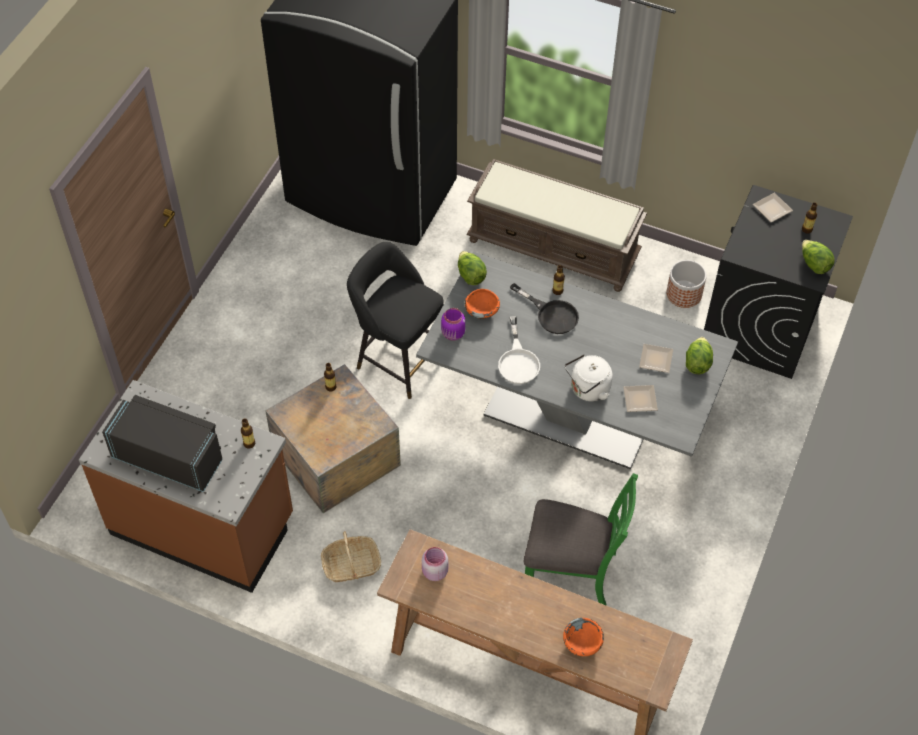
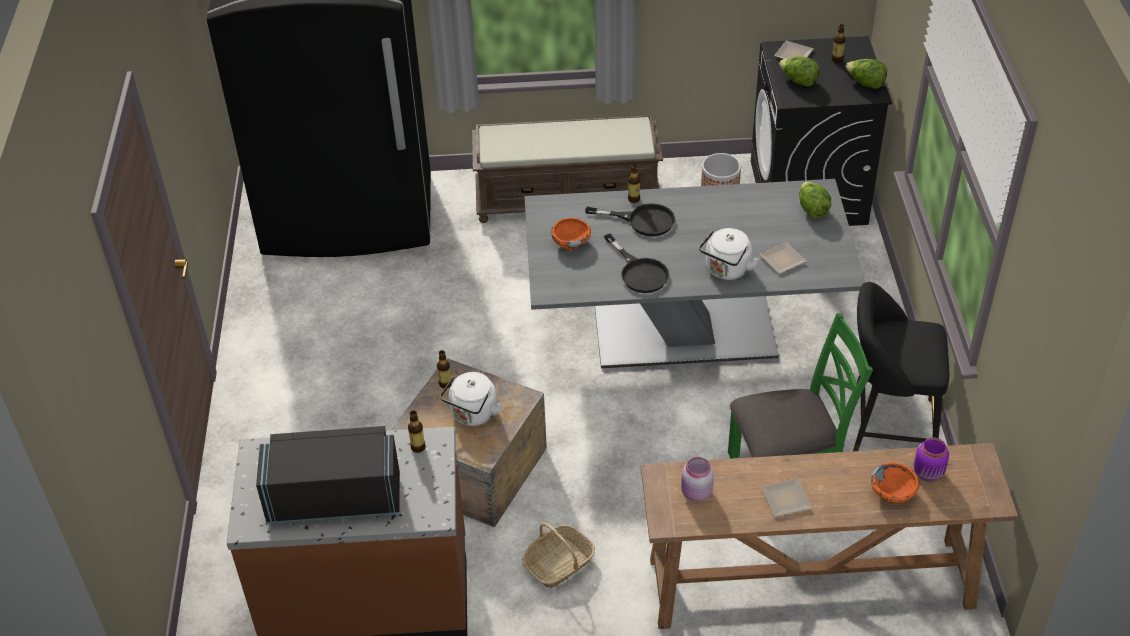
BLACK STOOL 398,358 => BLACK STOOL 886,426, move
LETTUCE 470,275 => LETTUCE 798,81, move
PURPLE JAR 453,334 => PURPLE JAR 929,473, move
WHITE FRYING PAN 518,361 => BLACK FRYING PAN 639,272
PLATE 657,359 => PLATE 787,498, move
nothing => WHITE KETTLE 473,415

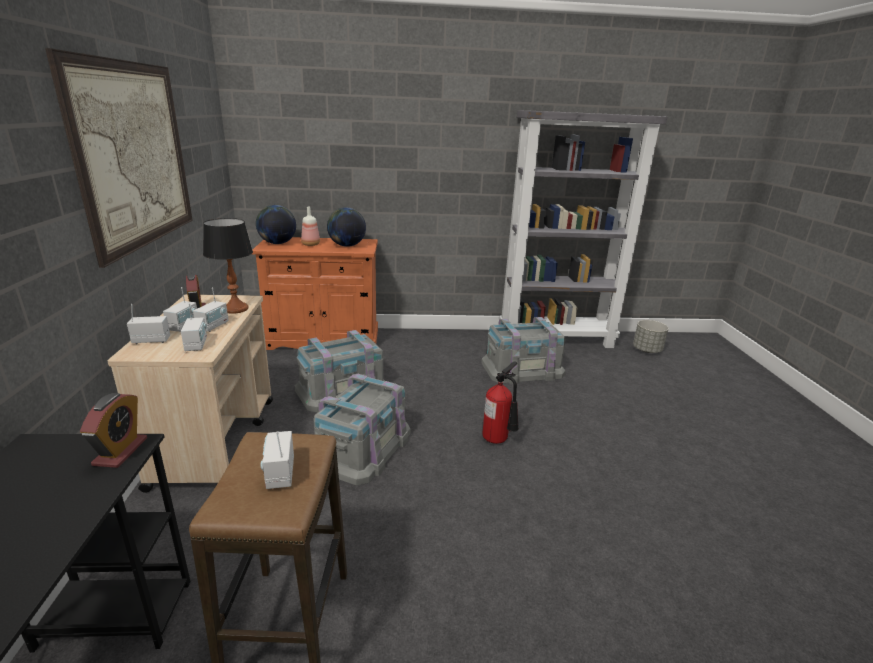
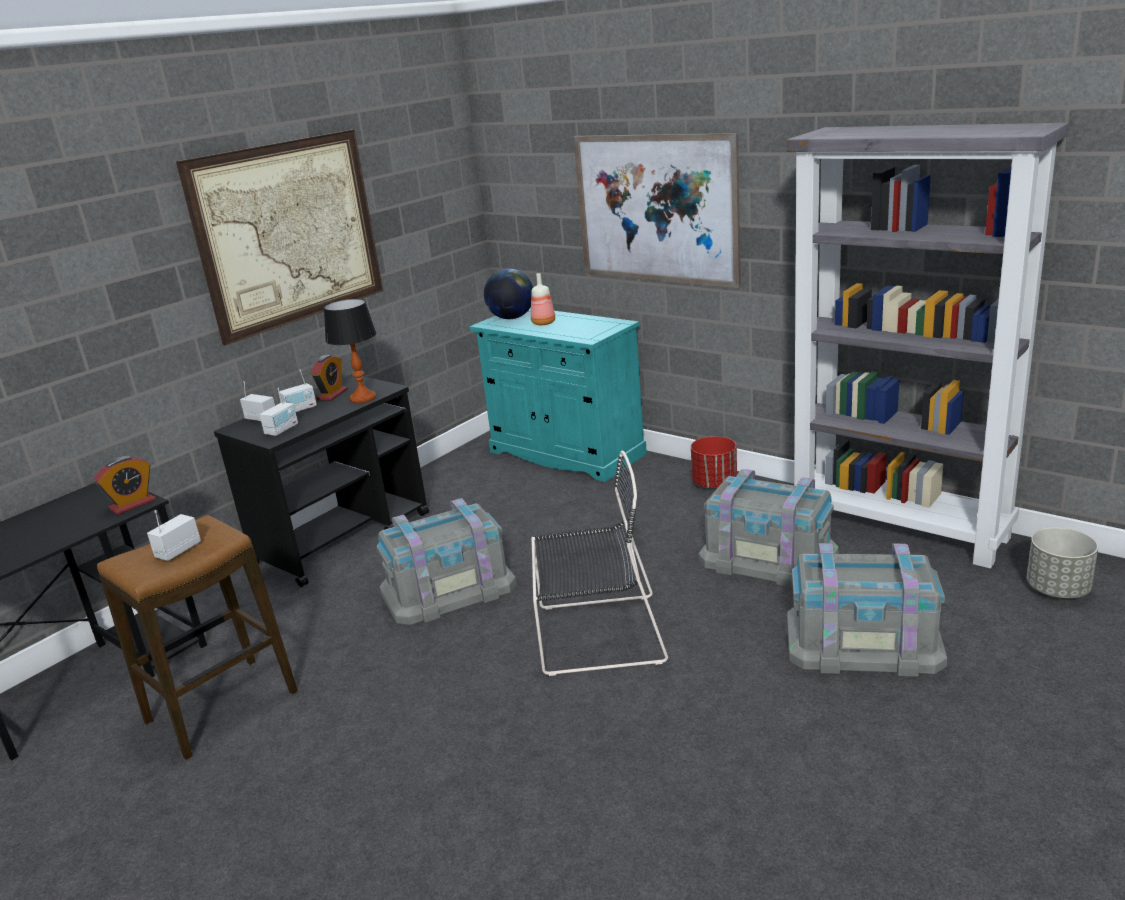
GLOBE 347,245 => nothing
ORANGE CABINET 323,339 => TURQUOISE CABINET 566,453
RADIO 213,326 => nothing
BEIGE CART 216,440 => BLACK CART 343,538
GREY STORAGE BOX 342,390 => GREY STORAGE BOX 862,642, move
FIRE EXTINGUISHER 498,440 => BLACK CHAIR 595,634
nothing => PICTURE 655,209
nothing => RED PLANTER 715,484

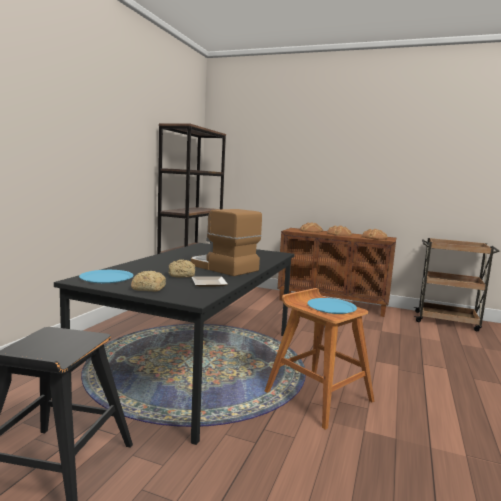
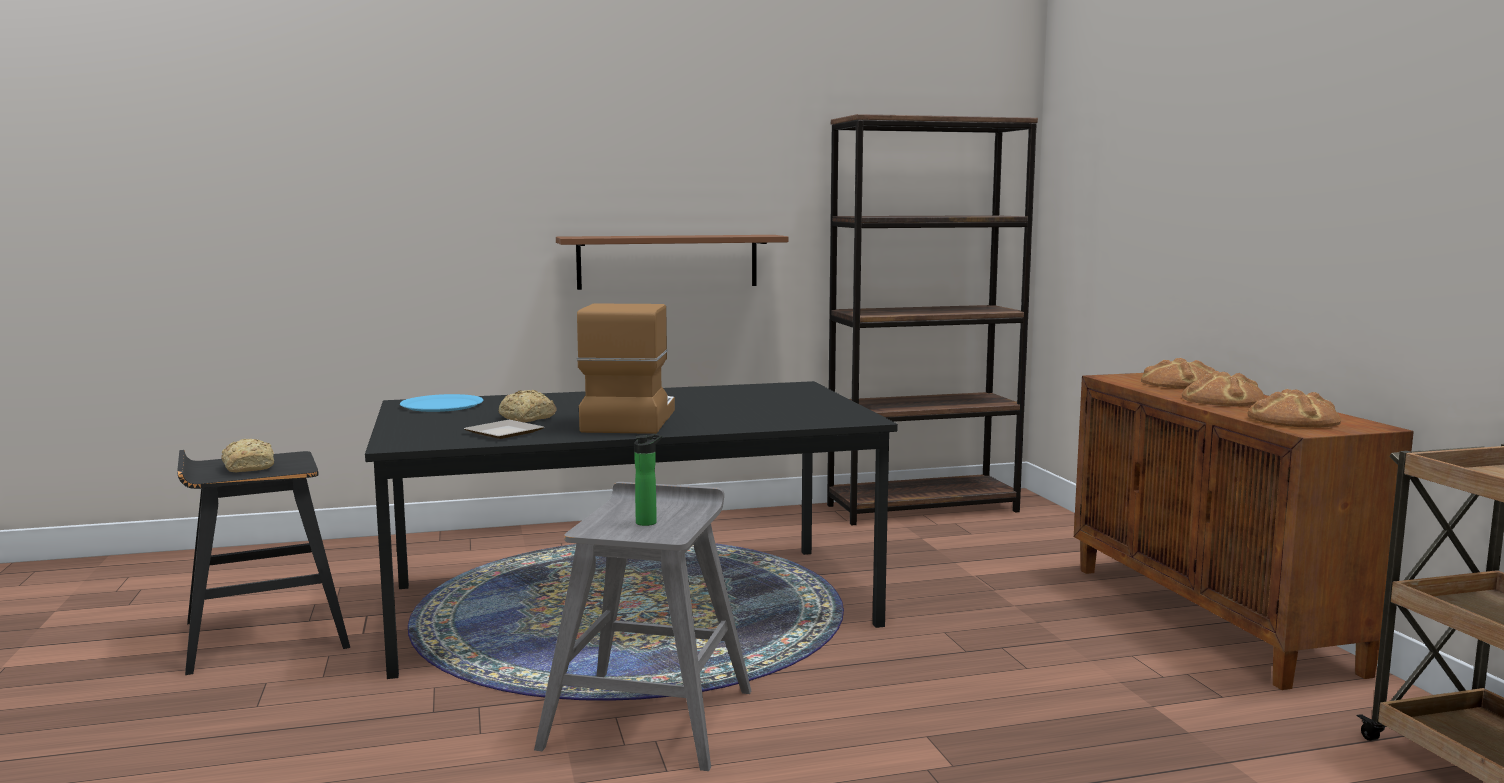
BREAD 148,288 => BREAD 249,467, move
BROWN STOOL 317,396 => GREY STOOL 650,717
BLUE PLATE 331,307 => BOTTLE 648,522
nothing => BROWN SHELF 668,261

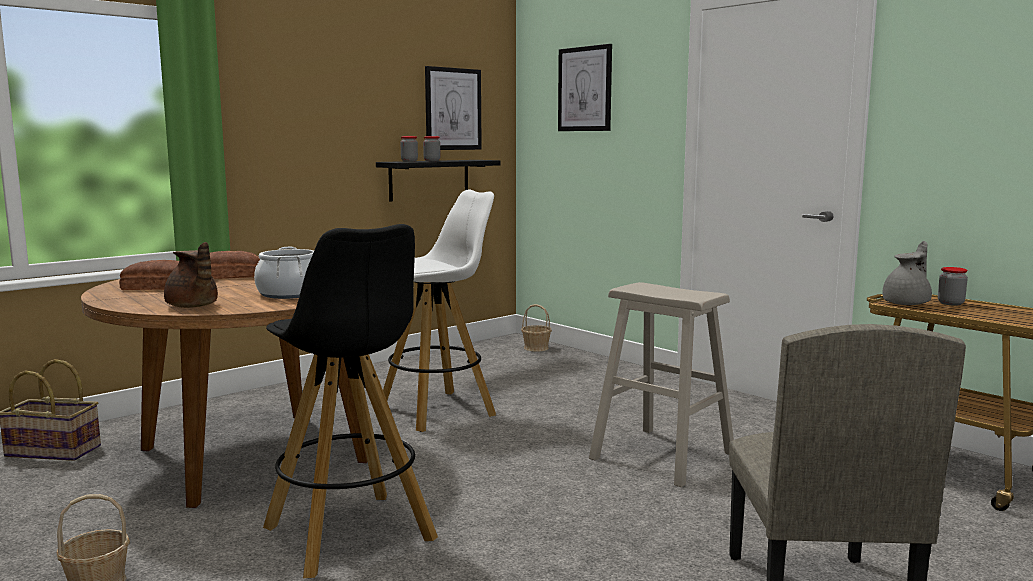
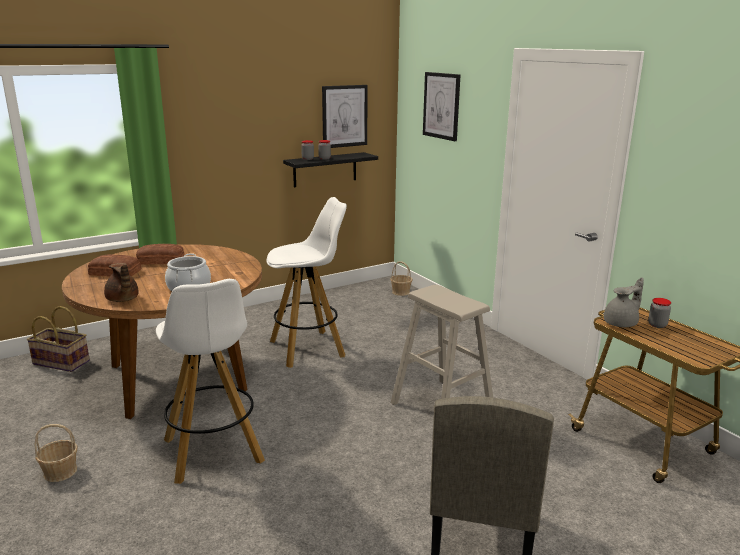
BLACK STOOL 351,535 => WHITE STOOL 214,452

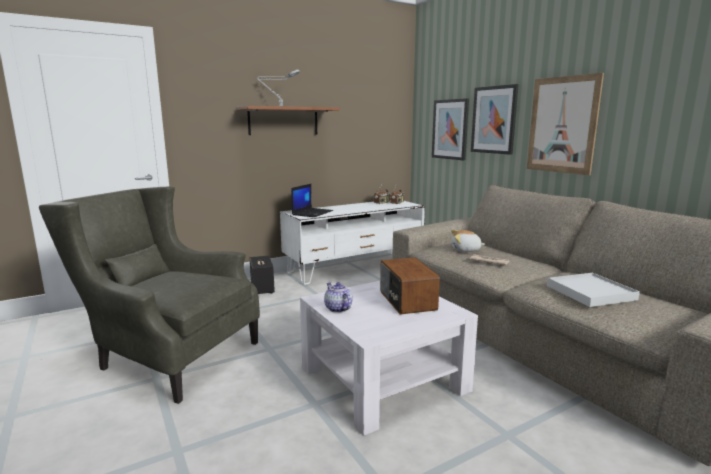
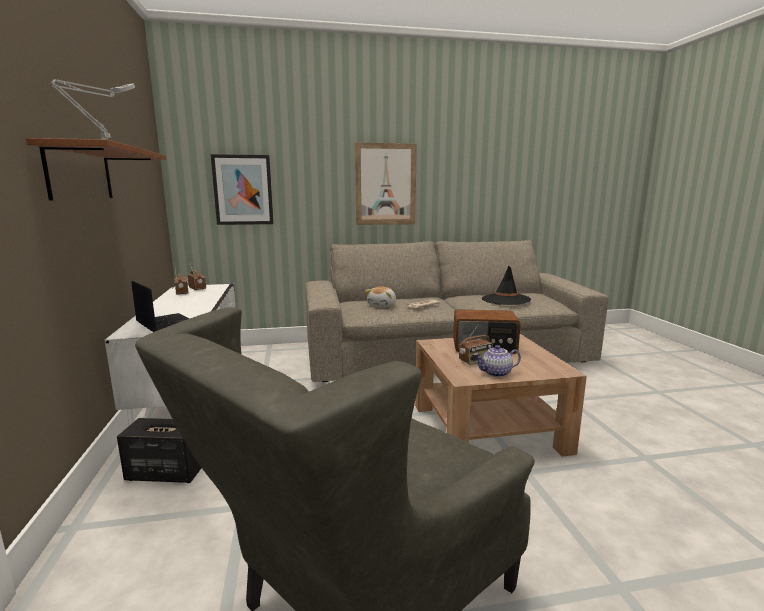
PICTURE 494,120 => nothing
WHITE TRAY 590,292 => BLACK HAT 505,299
WHITE COFFEE TABLE 383,378 => BROWN COFFEE TABLE 487,427
nothing => RADIO 475,361

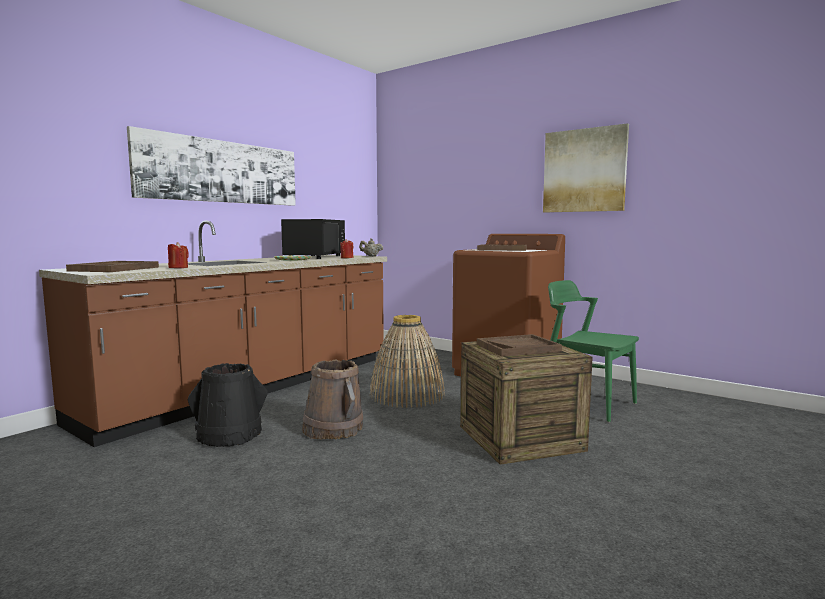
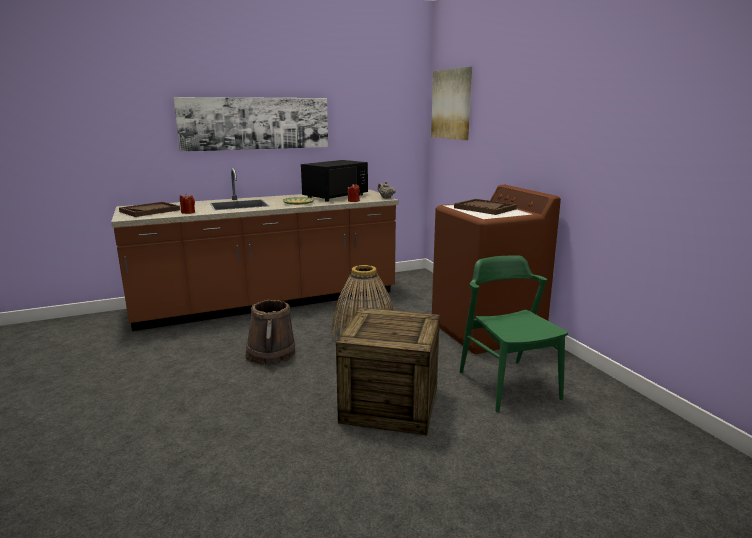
PICTURE 584,170 => PICTURE 451,104, move
BROWN TRAY 518,347 => nothing
BLACK BUCKET 230,435 => nothing

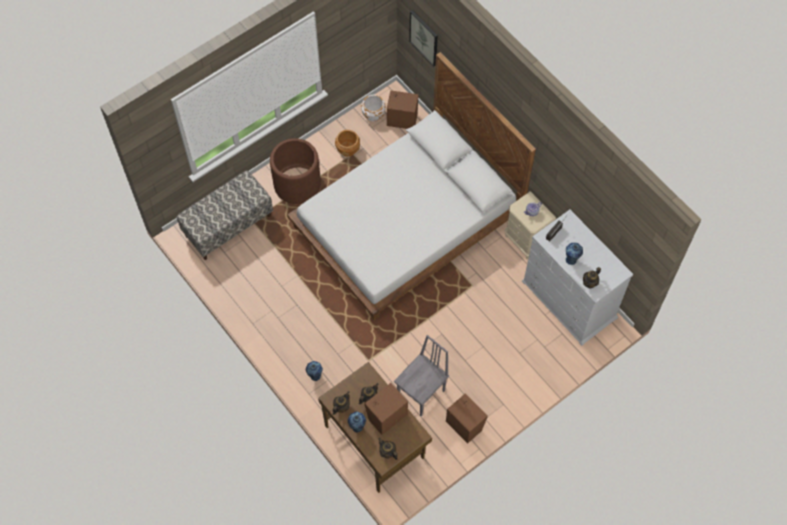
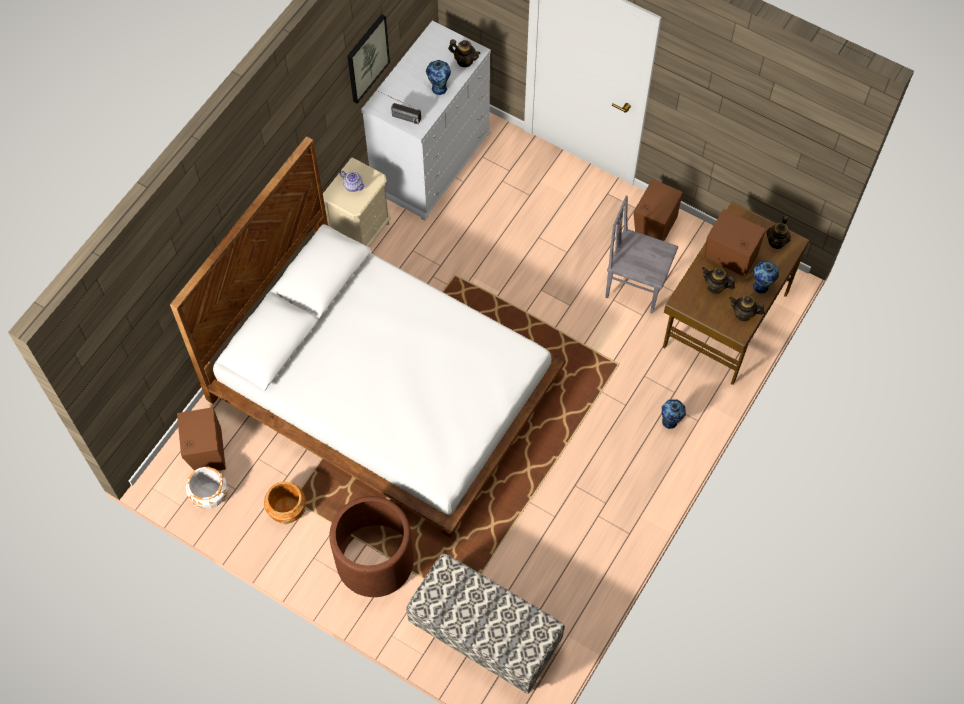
PICTURE 424,37 => PICTURE 367,58, move

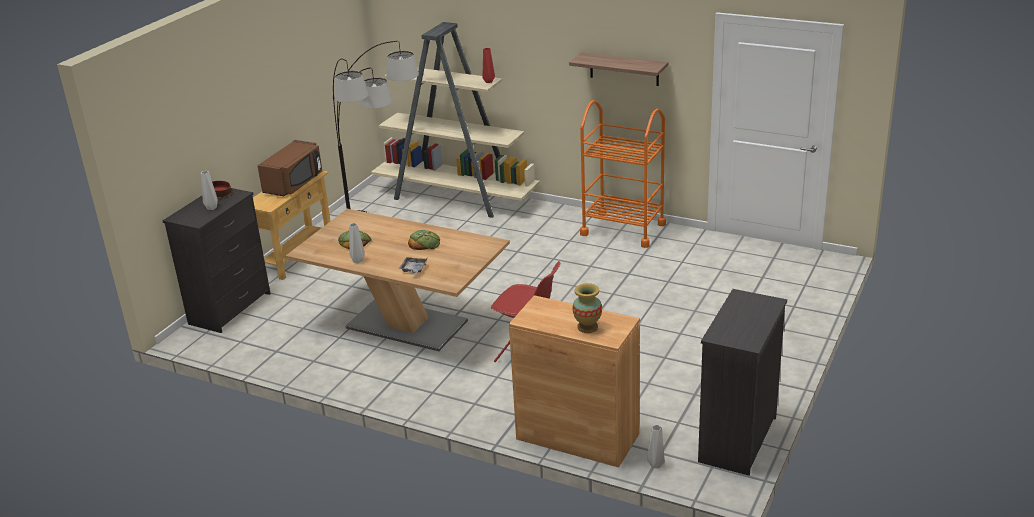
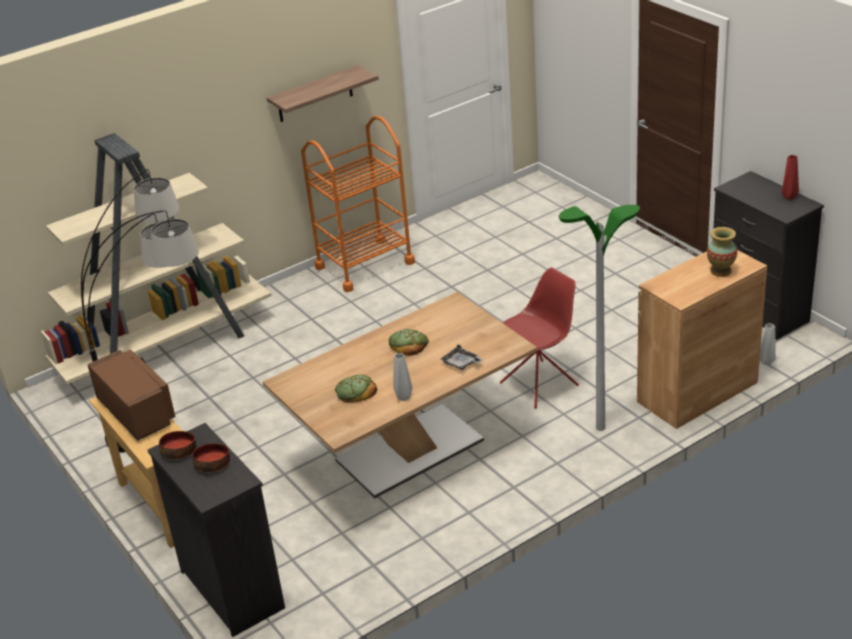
RED VASE 488,81 => RED VASE 788,197, move
GREY VASE 211,208 => BOWL 213,464
nothing => FLOOR LAMP 600,428

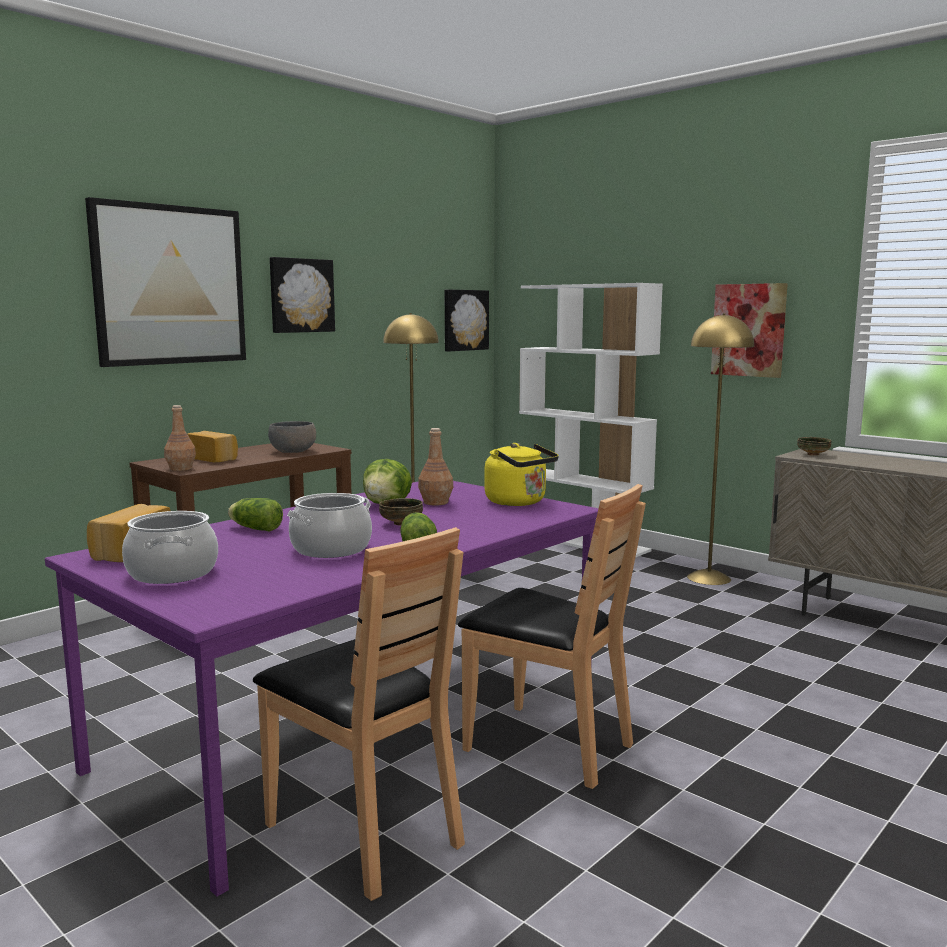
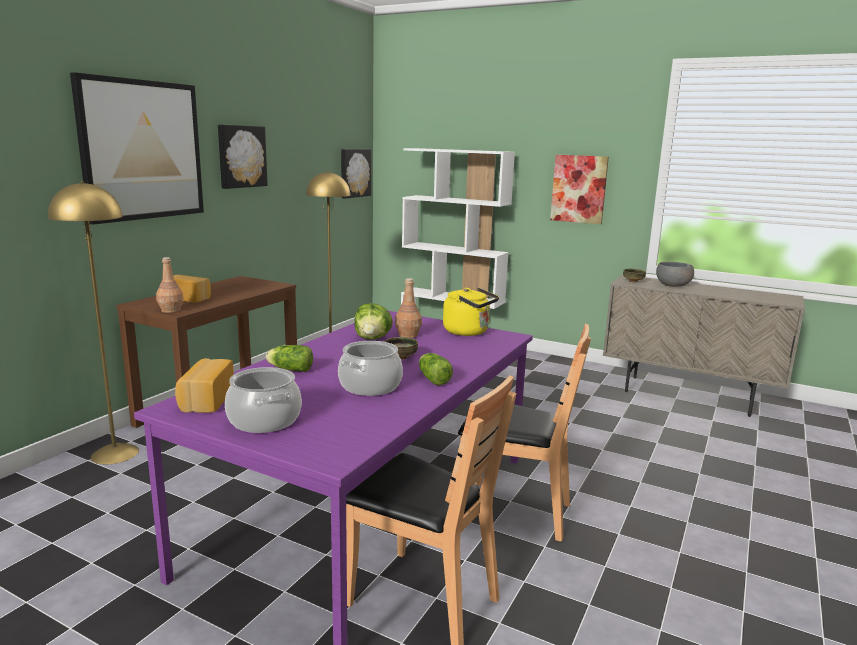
YELLOW FLOOR LAMP 708,578 => YELLOW FLOOR LAMP 114,453, move
GREY BOWL 293,451 => GREY BOWL 673,285, move

